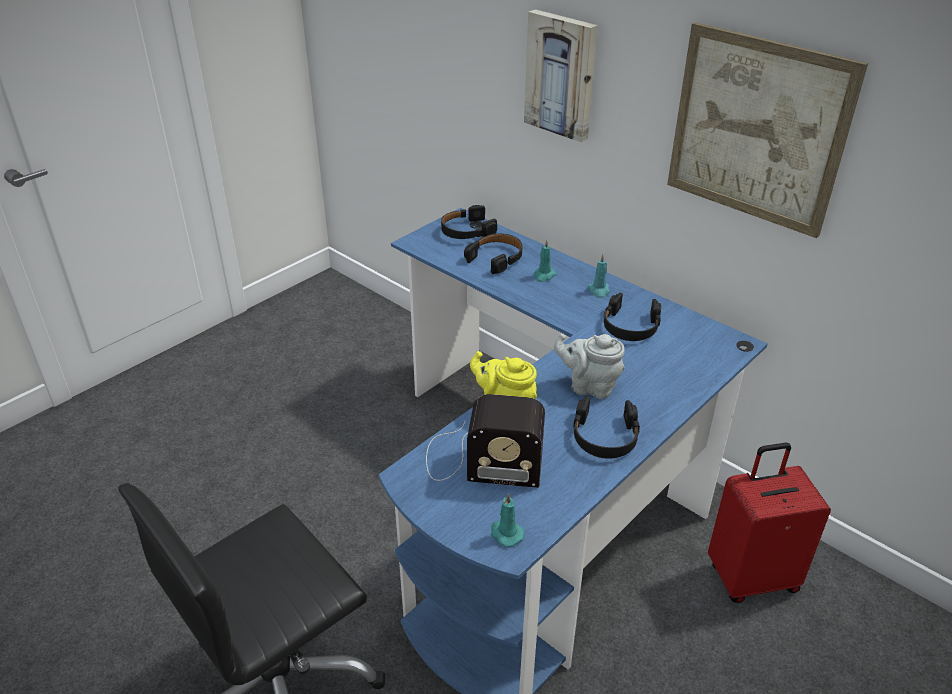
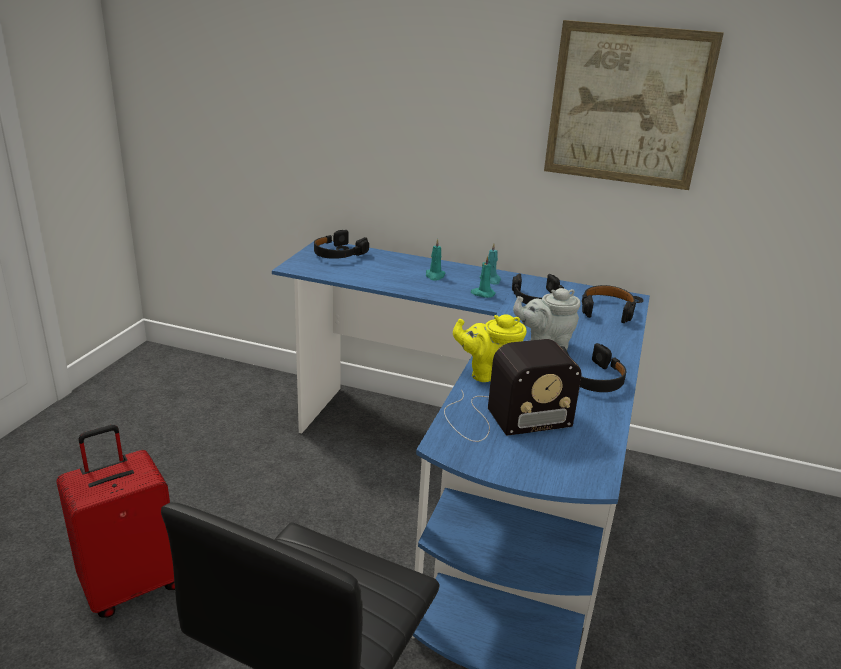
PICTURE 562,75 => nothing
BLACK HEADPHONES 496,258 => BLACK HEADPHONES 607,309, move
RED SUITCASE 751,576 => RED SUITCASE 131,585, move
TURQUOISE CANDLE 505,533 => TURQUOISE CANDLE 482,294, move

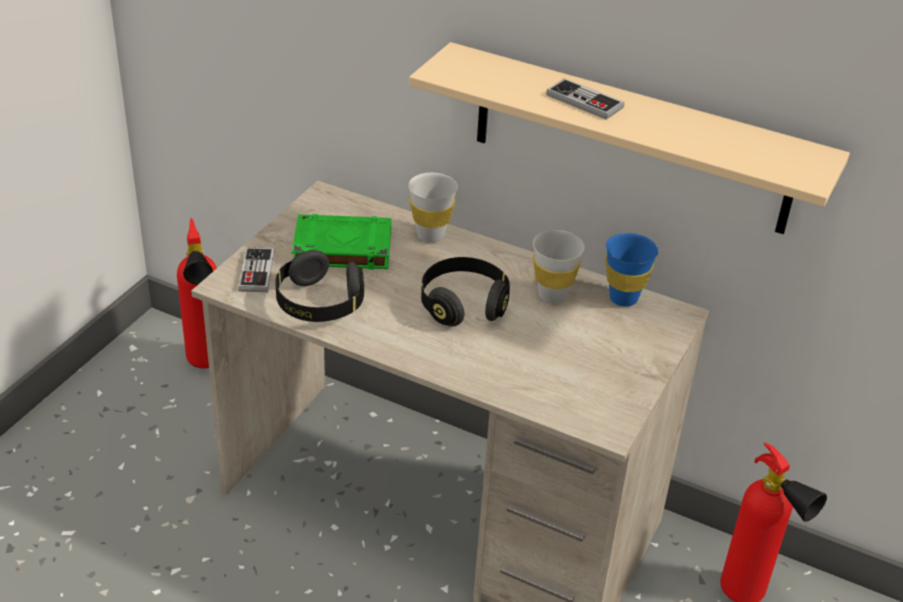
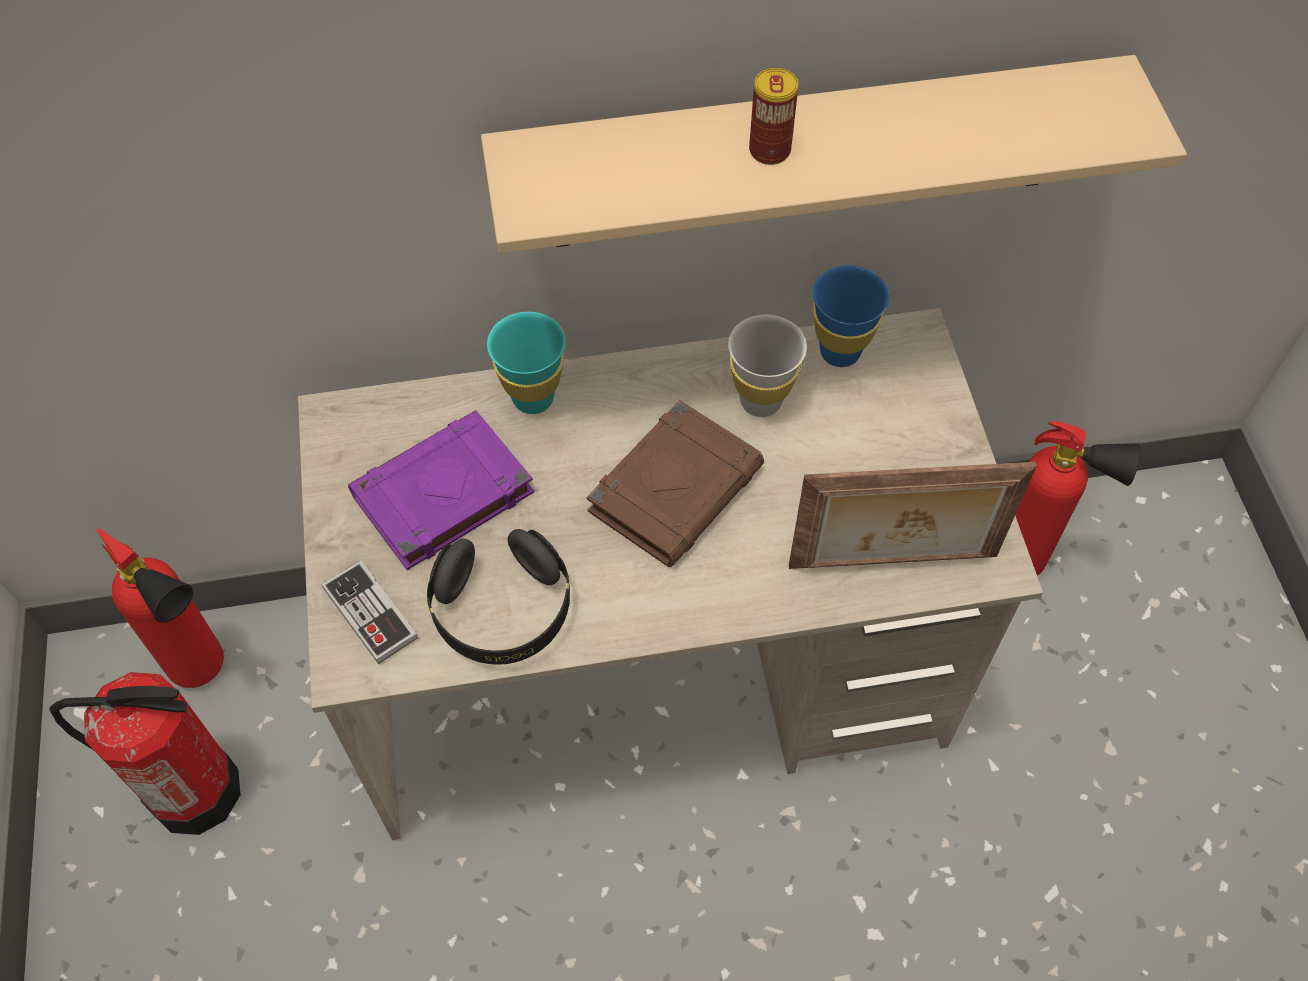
GAME CONTROLLER 584,101 => CAN 769,150
WHITE CUP 430,235 => TURQUOISE CUP 533,398
GREEN BOOK 341,248 => PURPLE BOOK 442,496
BLACK HEADPHONES 463,305 => BROWN BOOK 676,488
nothing => PICTURE FRAME 893,564
nothing => FIRE EXTINGUISHER 194,790

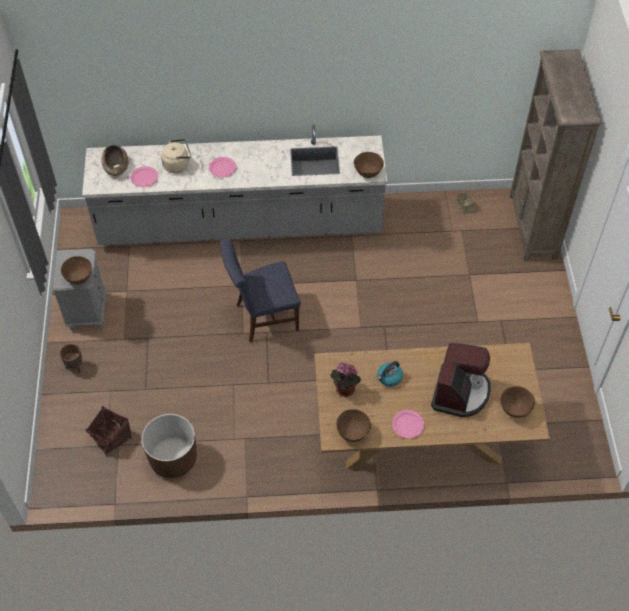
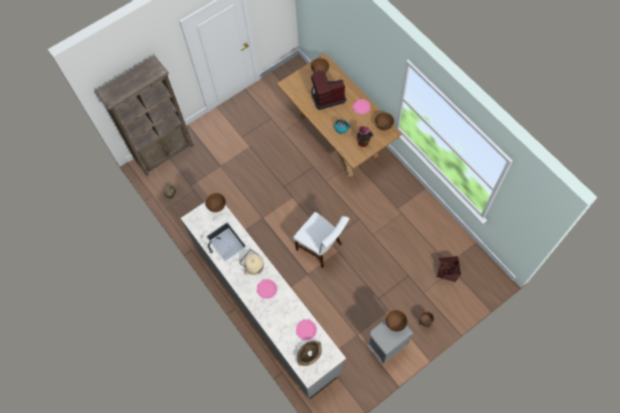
BEIGE KETTLE 178,164 => BEIGE KETTLE 253,266, move
BLUE CHAIR 262,318 => WHITE CHAIR 321,248
BROWN PLANTER 173,459 => nothing

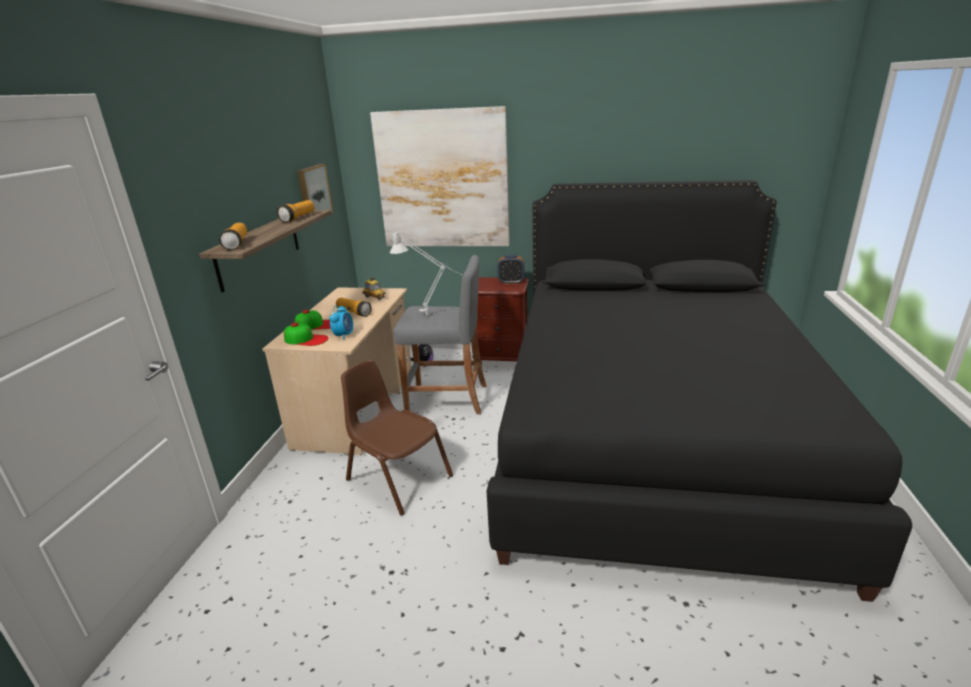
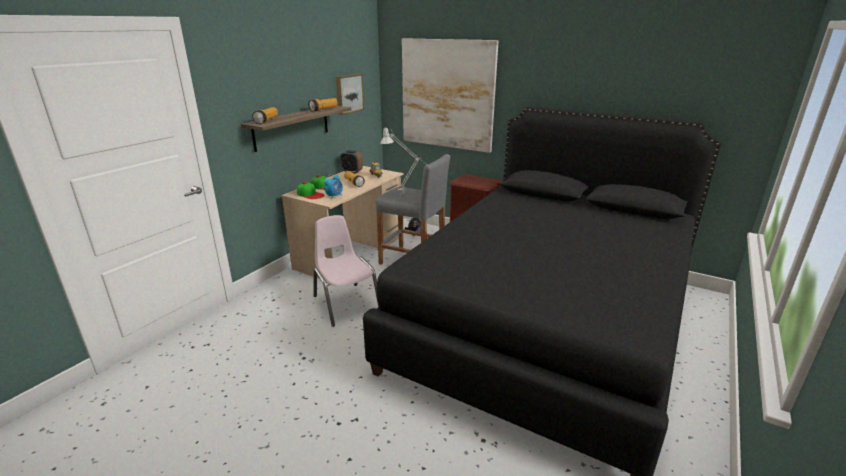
ALARM CLOCK 511,282 => ALARM CLOCK 351,172, move
BROWN CHAIR 398,478 => PINK CHAIR 346,303

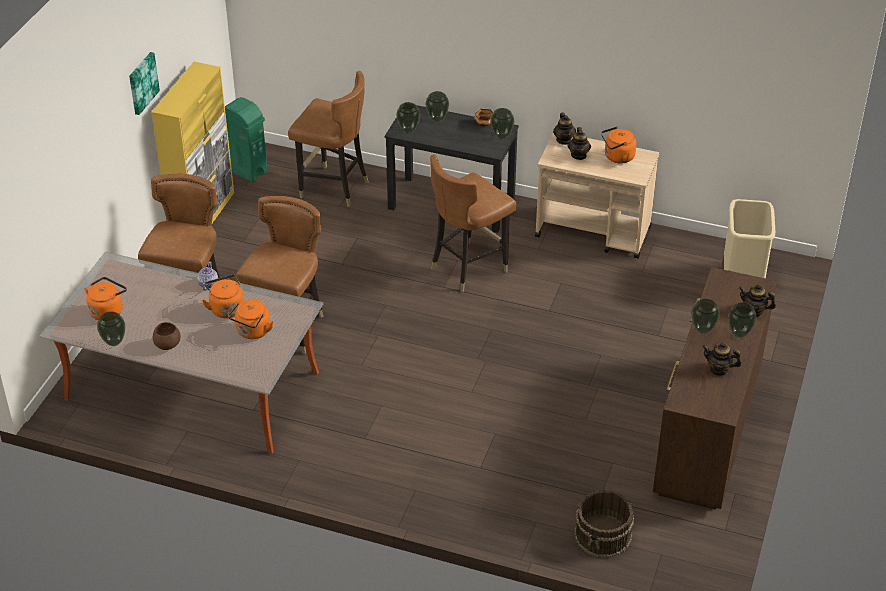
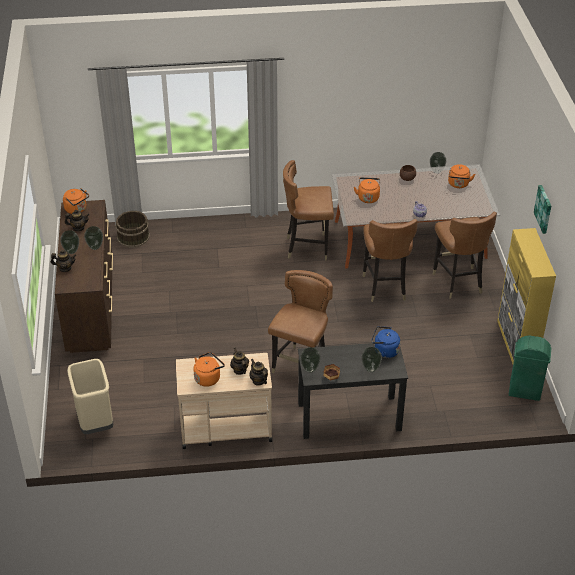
BROWN CHAIR 333,188 => BROWN CHAIR 308,247, move
VASE 408,130 => BLUE KETTLE 384,351
ORANGE KETTLE 226,308 => ORANGE KETTLE 77,209, move

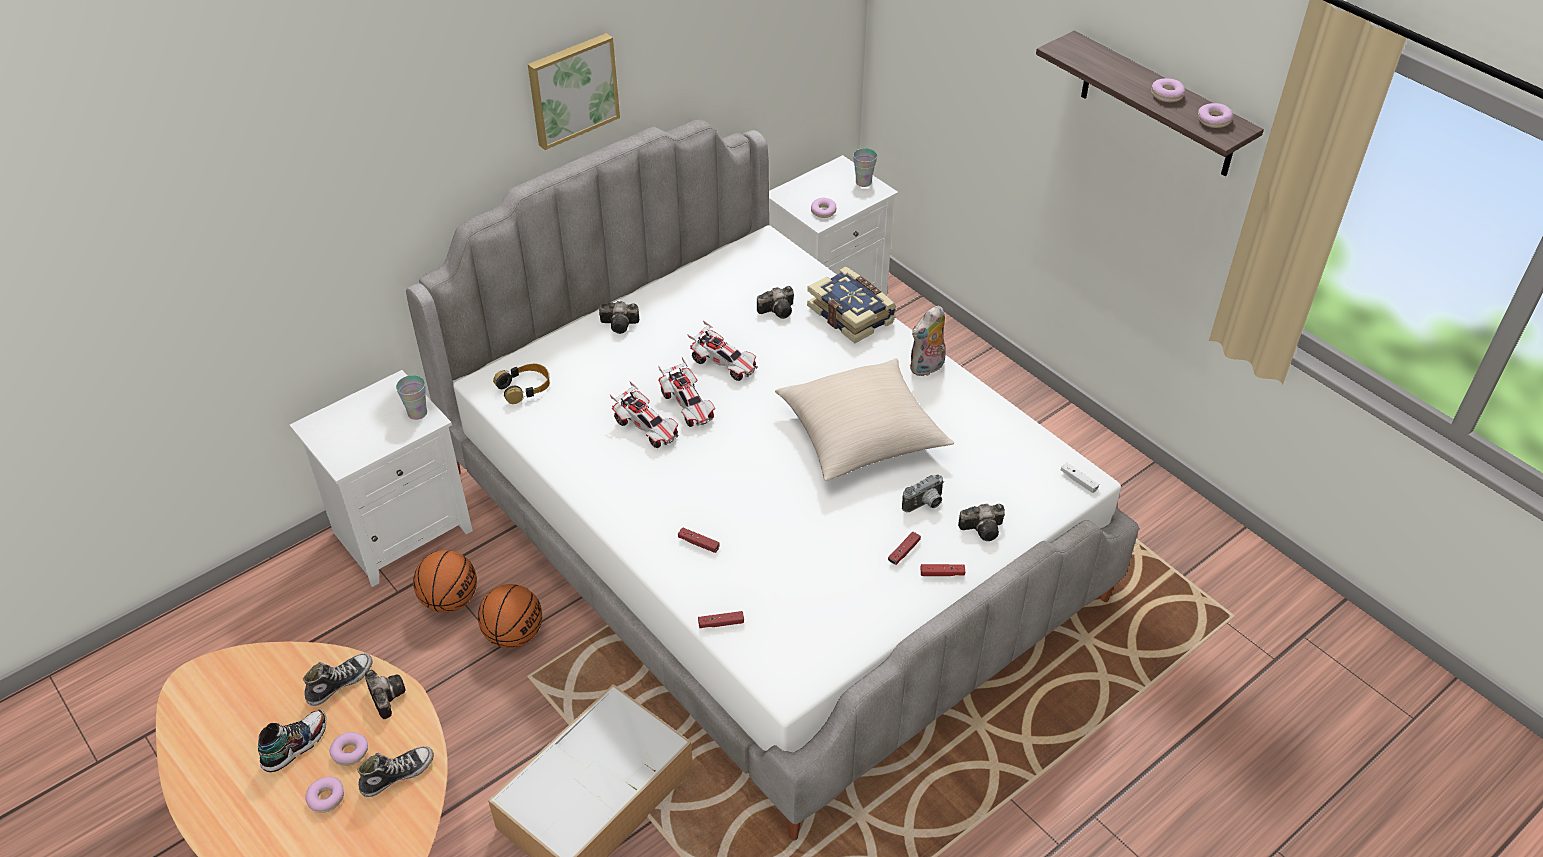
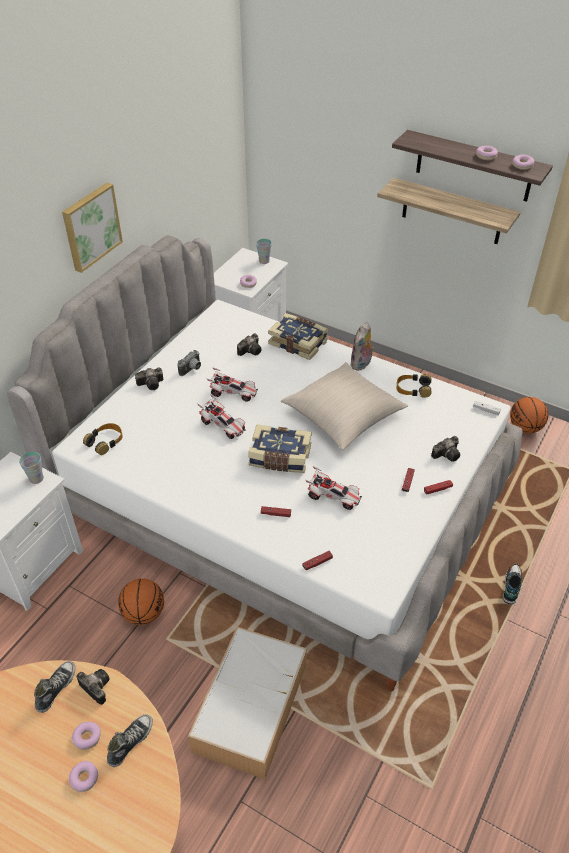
TOY CAR 647,428 => TOY CAR 333,496, move
PHOTO CAMERA 925,505 => PHOTO CAMERA 192,370, move
BASKETBALL 450,600 => BASKETBALL 525,427, move
SHOE 295,745 => SHOE 511,586, move
nothing => SHELF 452,212
nothing => HEADPHONES 413,389
nothing => BOOK 279,458

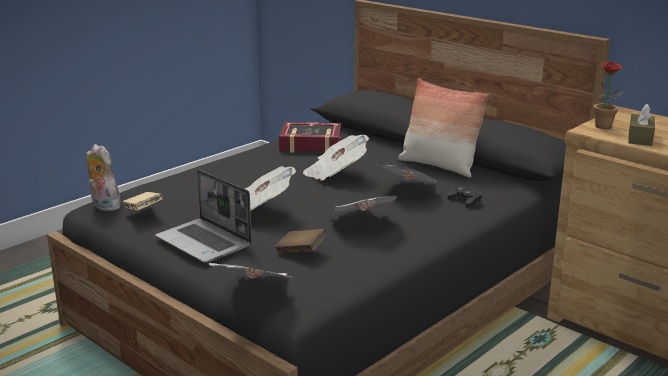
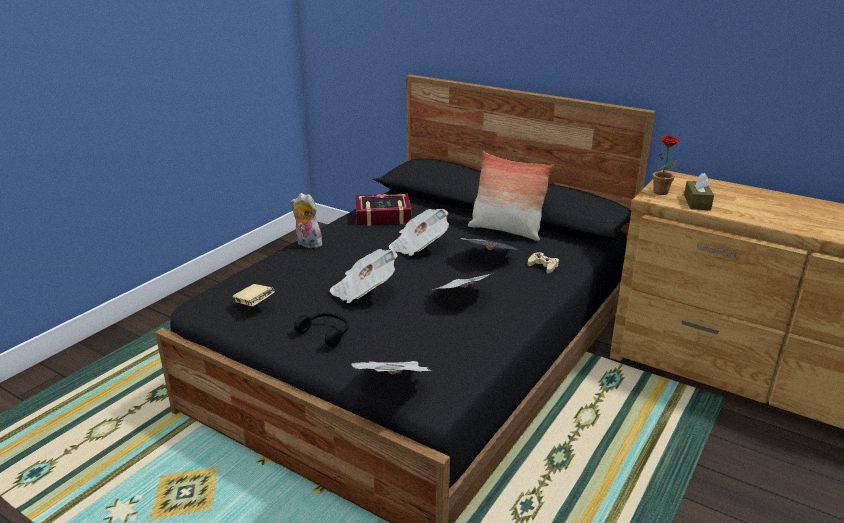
PLUSH TOY 103,206 => PLUSH TOY 307,244, move
LAPTOP 205,242 => BLACK HEADPHONES 326,333
BLACK GAME CONTROLLER 465,201 => BEIGE GAME CONTROLLER 543,266
BROWN BOOK 301,252 => nothing

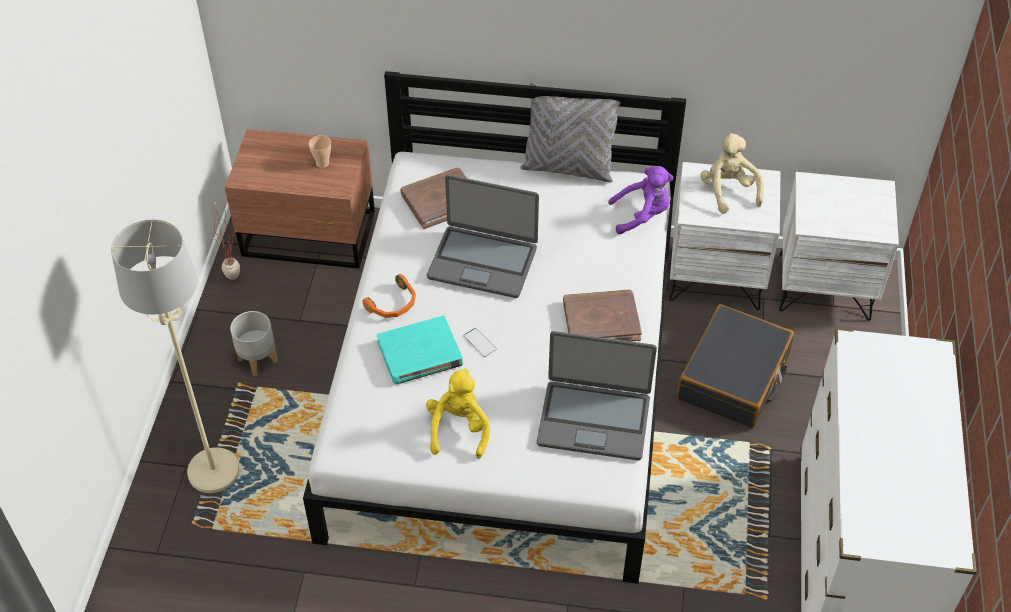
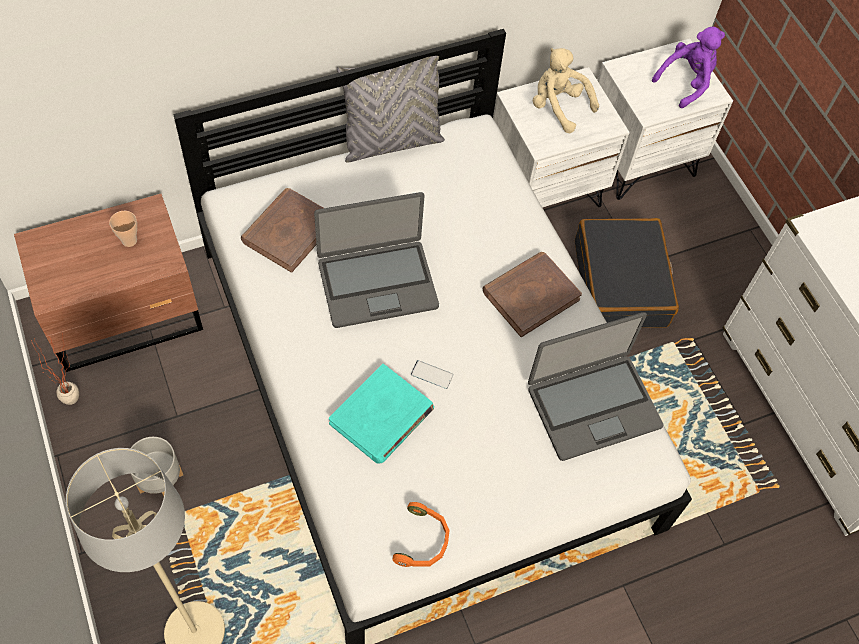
PURPLE PLUSH TOY 642,215 => PURPLE PLUSH TOY 686,82, move
ORANGE HEADPHONES 393,304 => ORANGE HEADPHONES 423,541, move
YELLOW PLUSH TOY 459,429 => nothing

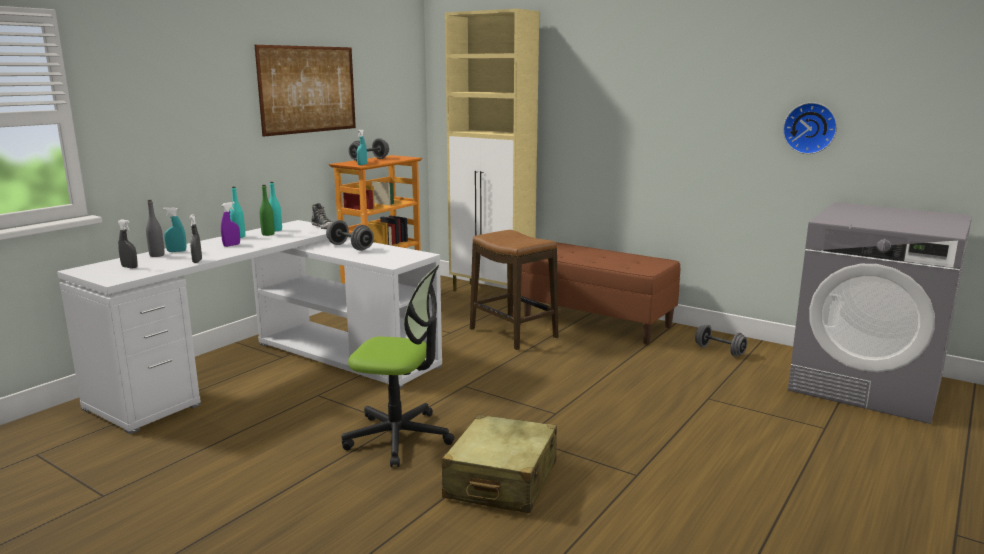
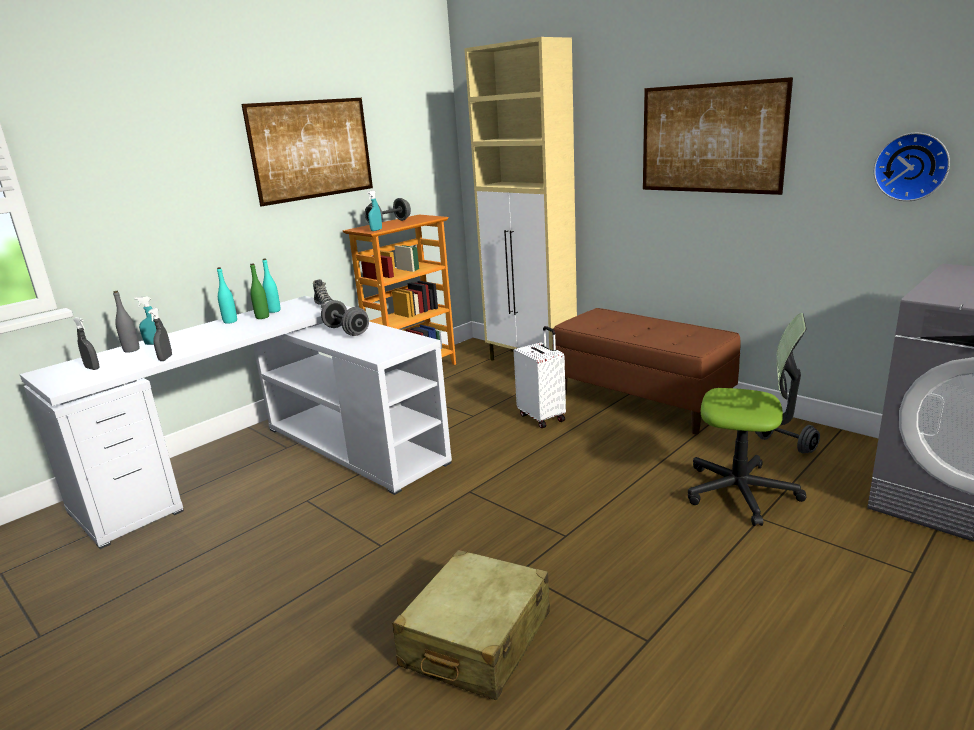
PURPLE SPRAY BOTTLE 231,245 => nothing
STOOL 513,333 => WHITE SUITCASE 542,417
OFFICE CHAIR 399,437 => OFFICE CHAIR 741,492, move
nothing => PICTURE 711,138

